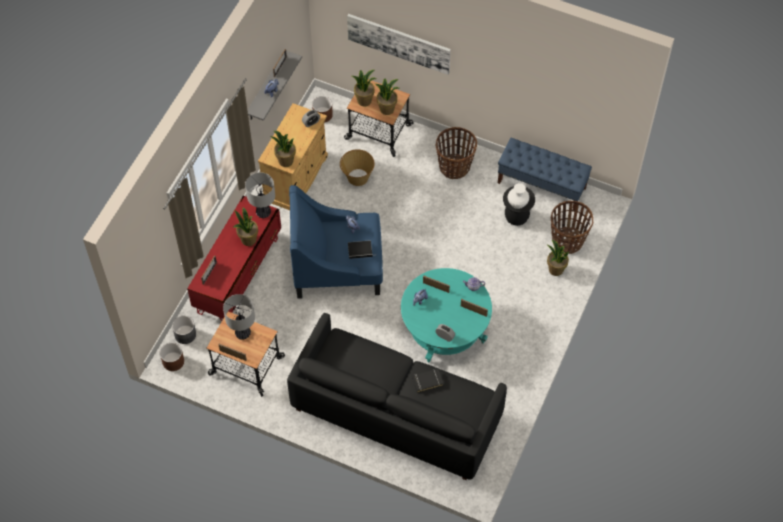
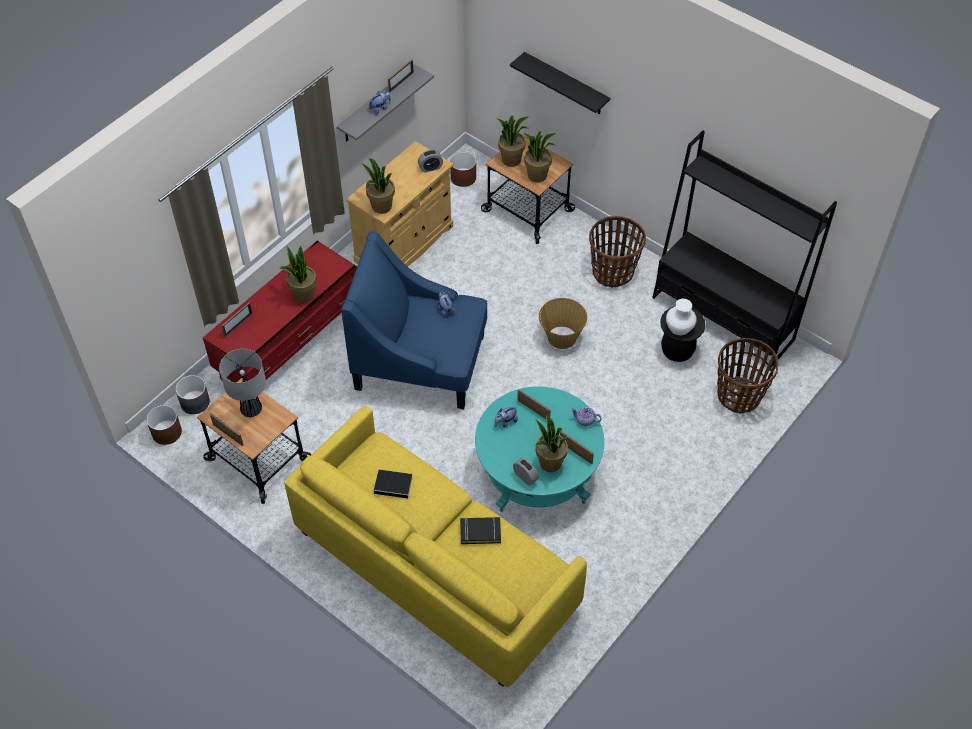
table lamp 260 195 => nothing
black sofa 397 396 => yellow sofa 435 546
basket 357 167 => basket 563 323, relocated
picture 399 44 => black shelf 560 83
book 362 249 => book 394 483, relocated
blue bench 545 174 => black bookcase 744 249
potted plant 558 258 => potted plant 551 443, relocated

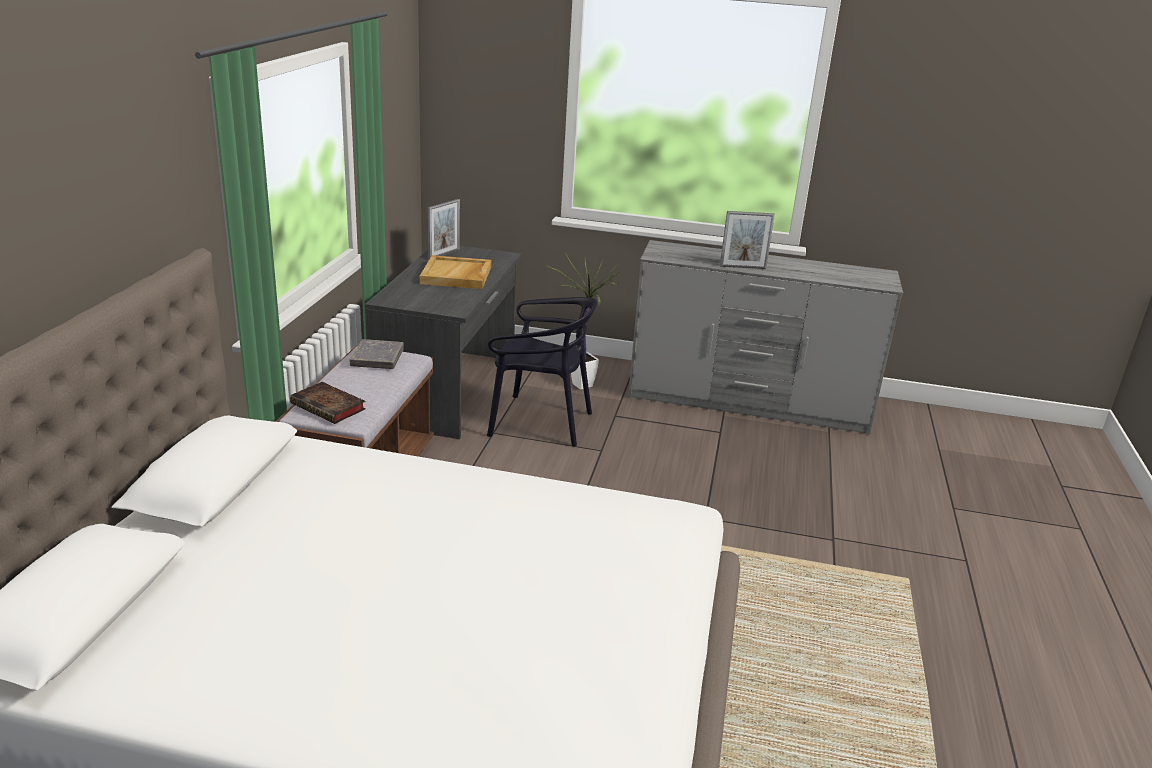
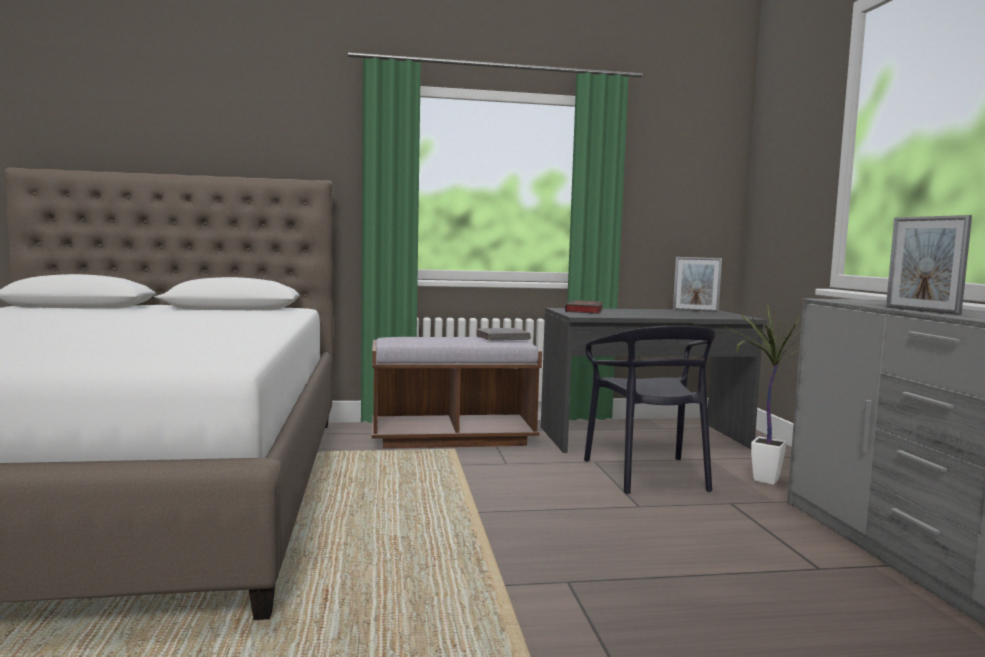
book 328 403 => book 584 307, relocated
beige tray 455 272 => nothing

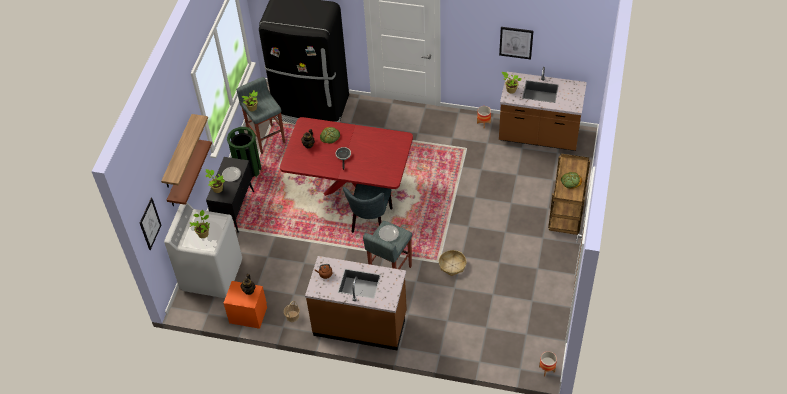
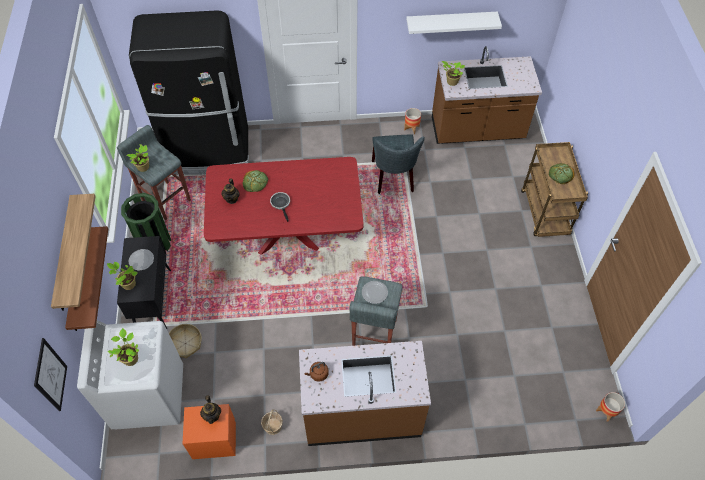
grey chair 368 208 => grey chair 398 164, relocated
basket 452 263 => basket 185 341, relocated
picture 516 43 => white shelf 454 23

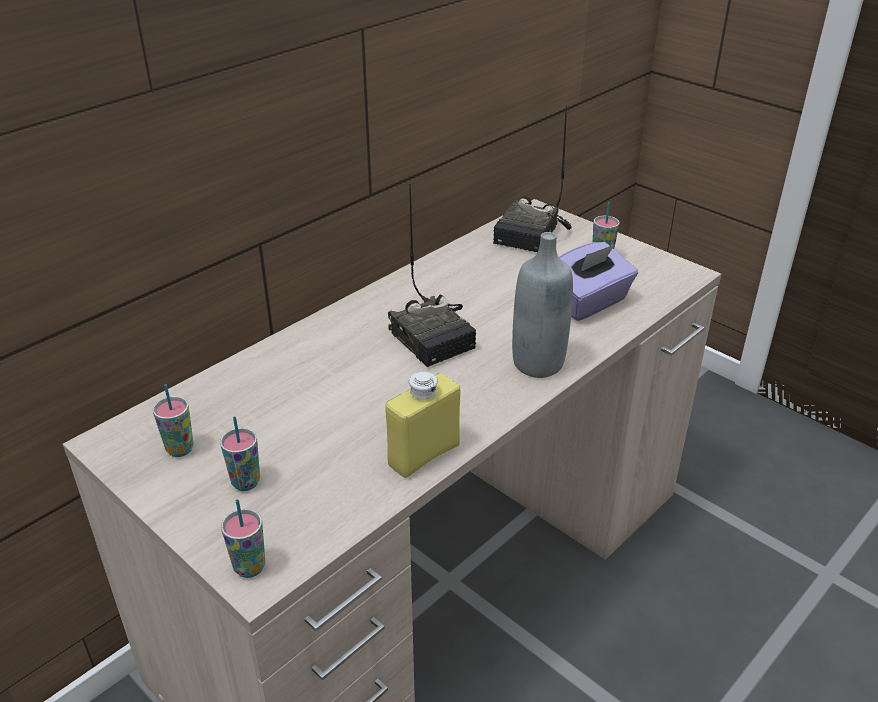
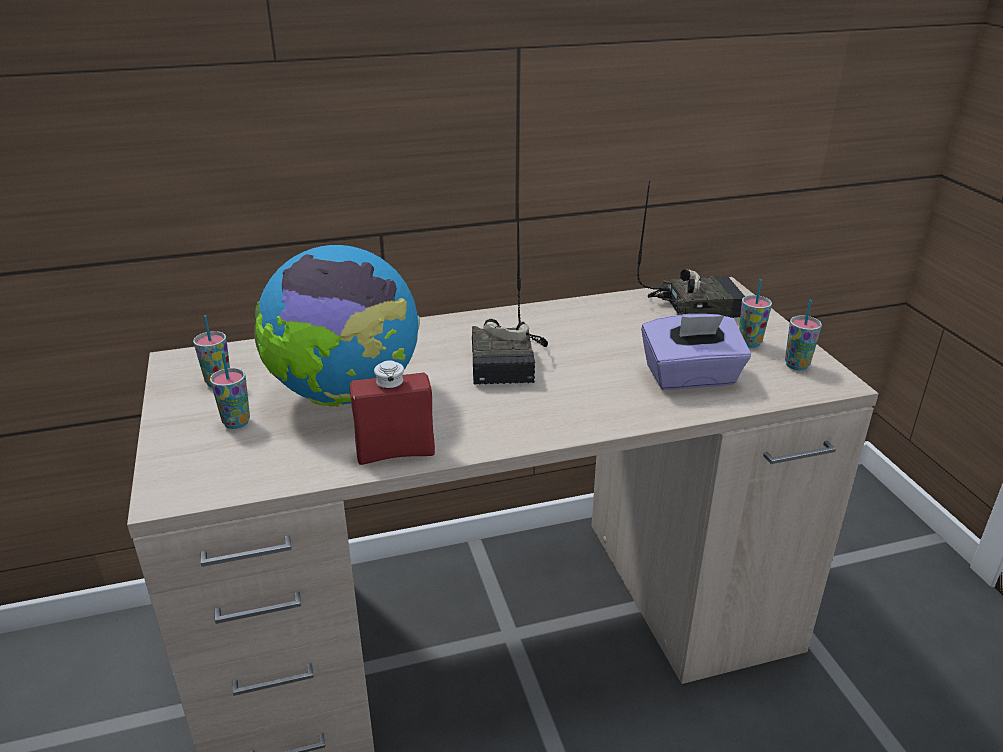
cup 243 538 => cup 803 335, relocated
yellow bottle 422 425 => red bottle 392 412
radio 532 178 => radio 691 249, 150 degrees counterclockwise
grey bottle 542 305 => nothing
nothing => globe 337 326

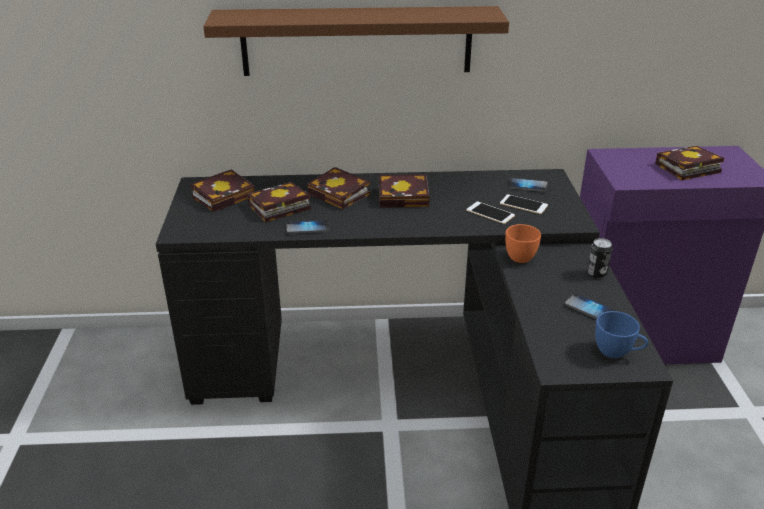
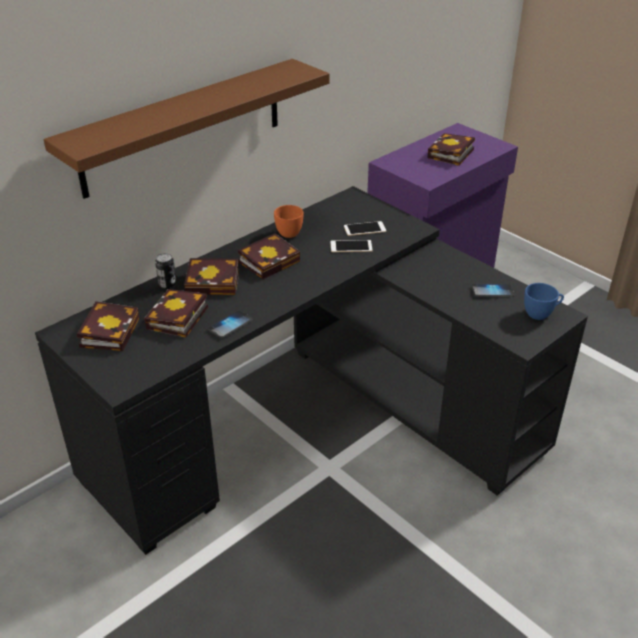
orange cup 523 243 => orange cup 288 221, relocated
phone 527 185 => nothing
can 600 258 => can 165 271, relocated

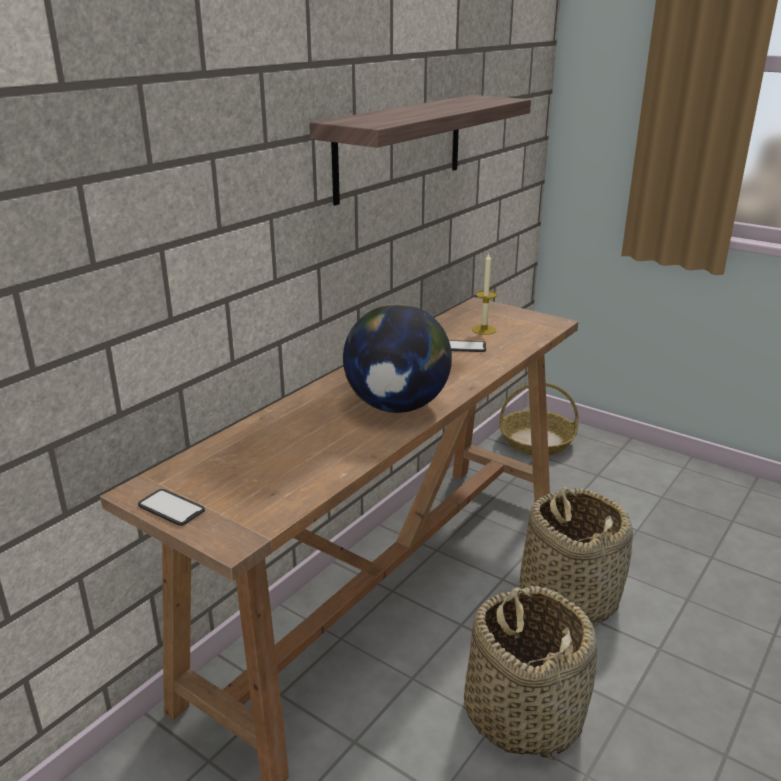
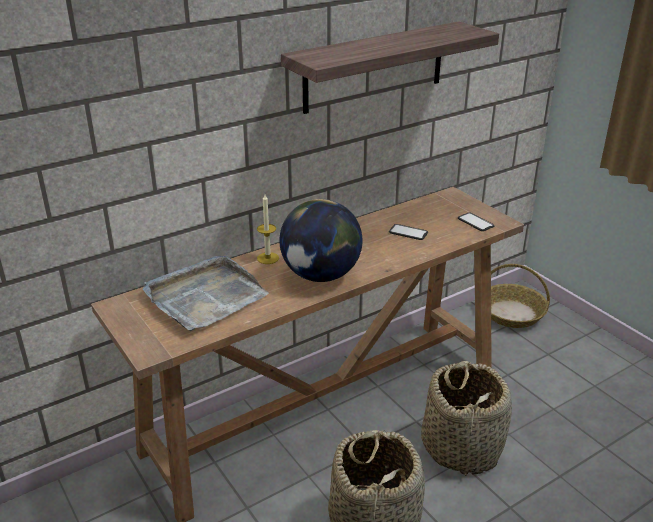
phone 171 507 => phone 476 222, relocated
candle 484 294 => candle 268 229, relocated
nothing => grey tray 206 293

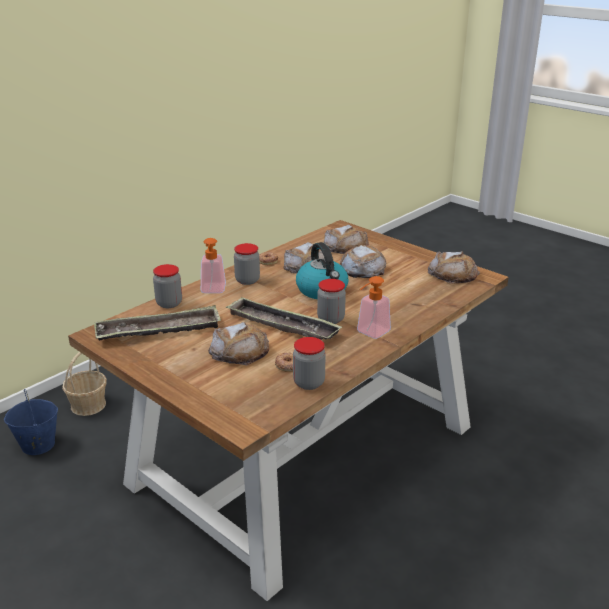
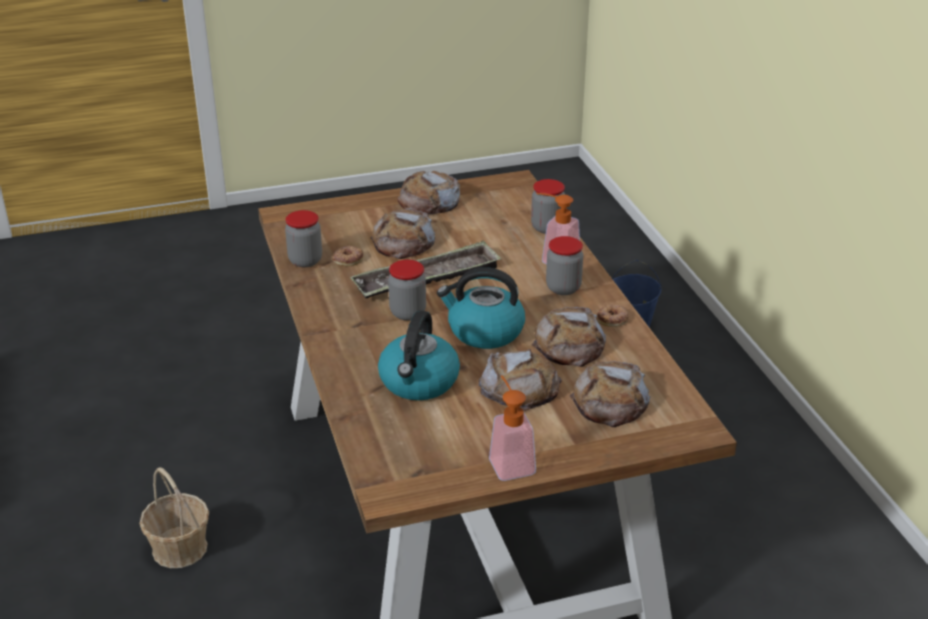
basket 84 384 => basket 174 517, relocated
tray 157 323 => nothing
soap dispenser 374 307 => soap dispenser 512 428, relocated
bread 454 267 => bread 428 192, relocated
nothing => kettle 419 355

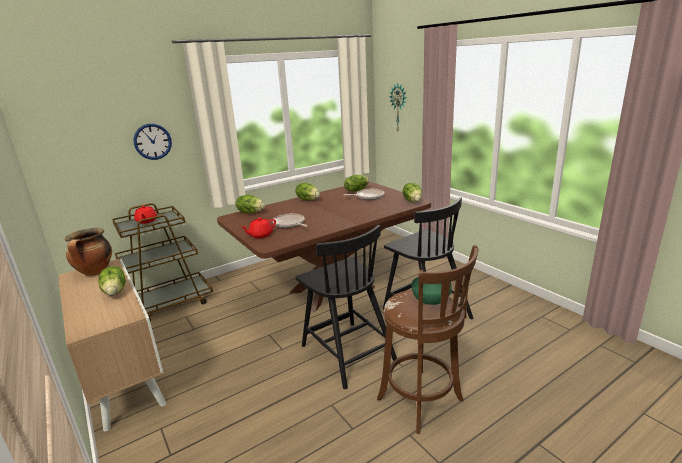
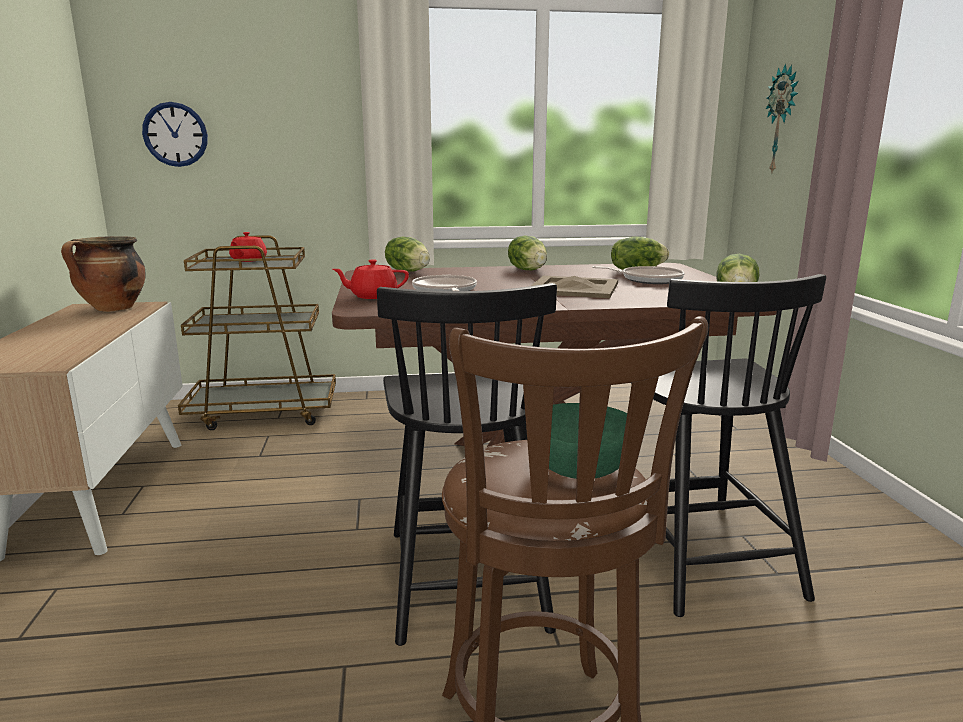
lettuce 112 281 => nothing
wall clock 152 142 => wall clock 175 134, relocated
nothing => beige tray 574 287

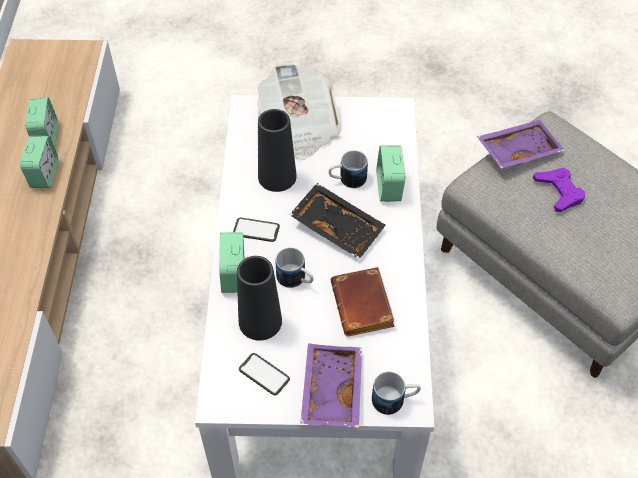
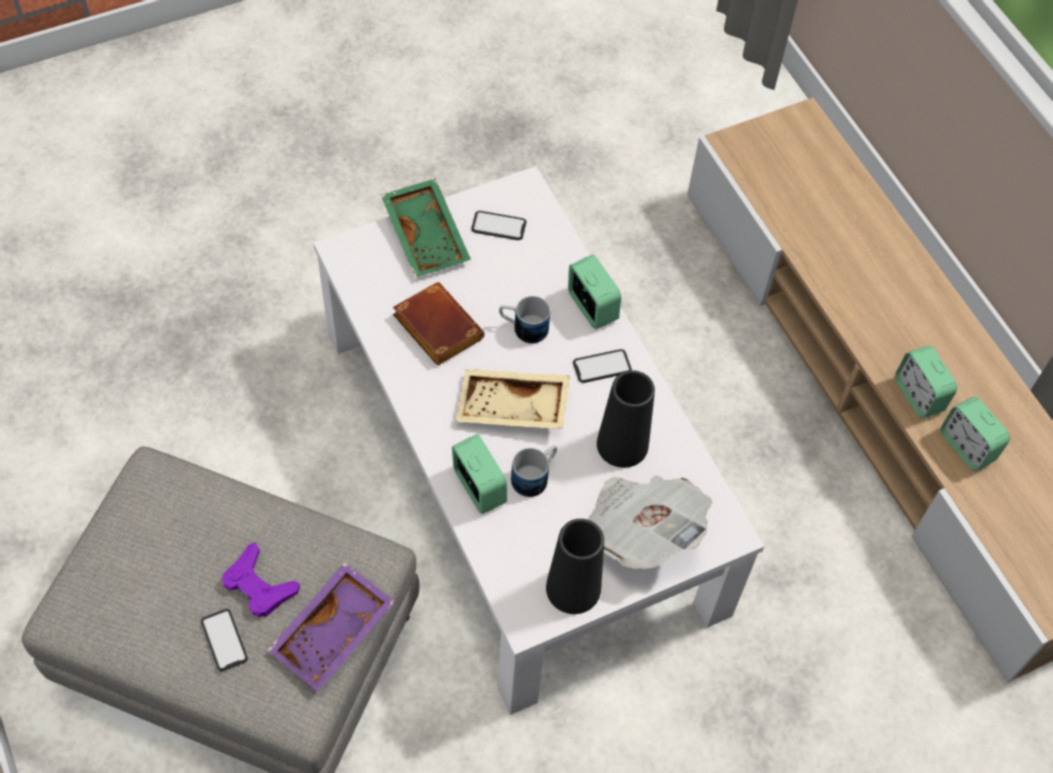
black vase 259 298 => black vase 575 566, relocated
black tray 338 221 => beige tray 513 399
purple tray 331 385 => green tray 426 228
mug 396 393 => nothing
nothing => phone 224 640

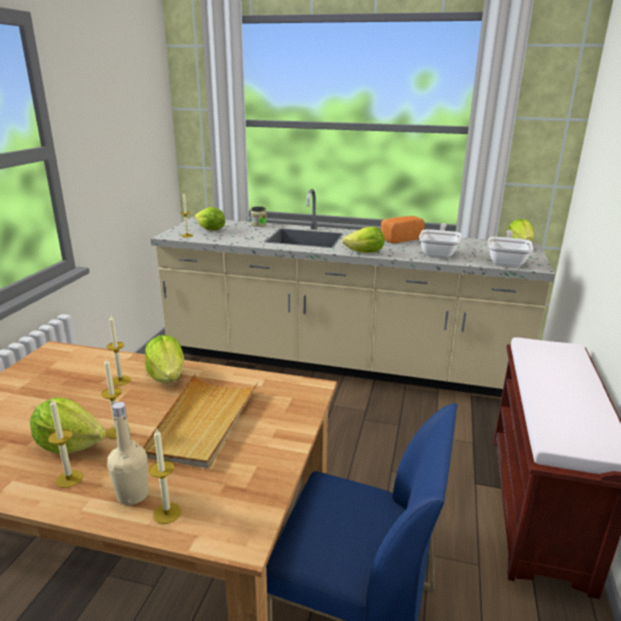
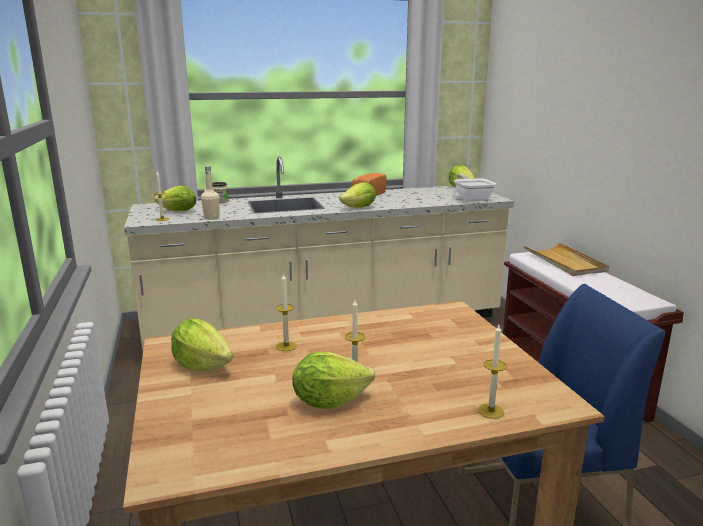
candle 65 443 => nothing
beige bottle 127 453 => beige bottle 210 193, relocated
beige tray 200 421 => beige tray 566 259, relocated
lettuce 164 359 => lettuce 202 345, relocated
frying pan 440 240 => nothing

